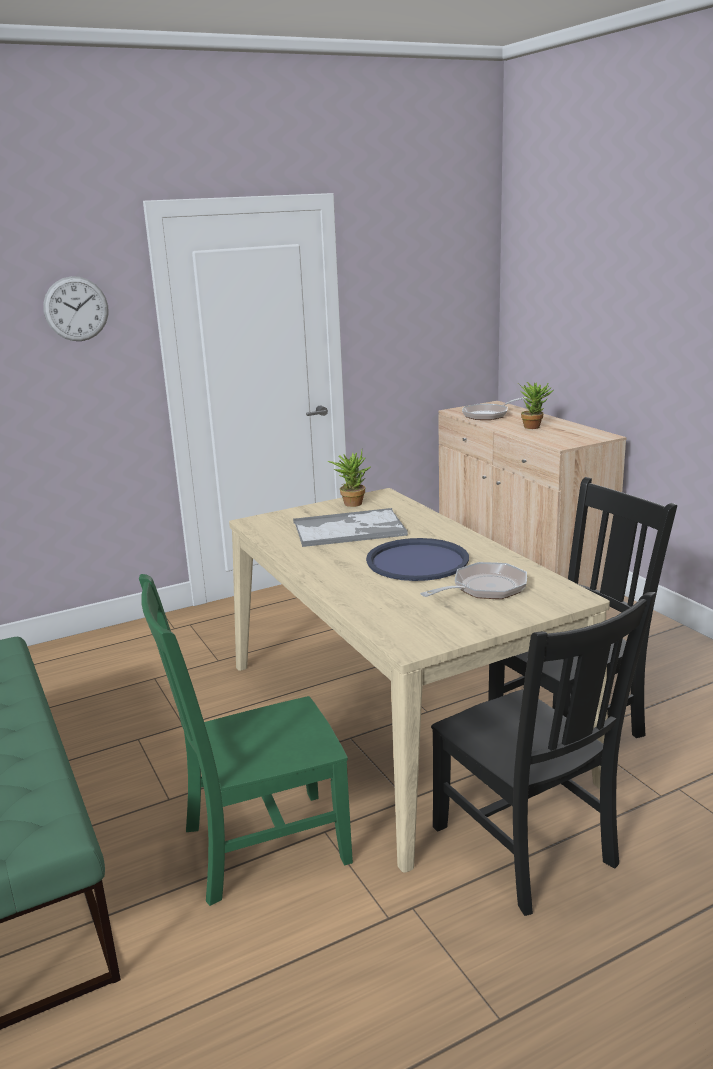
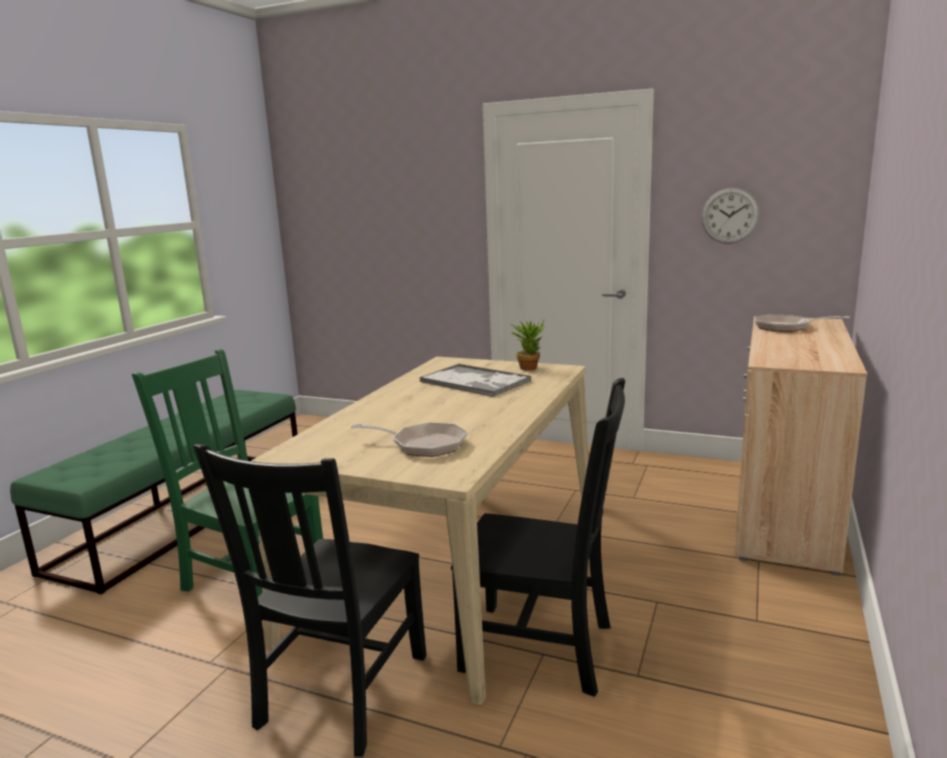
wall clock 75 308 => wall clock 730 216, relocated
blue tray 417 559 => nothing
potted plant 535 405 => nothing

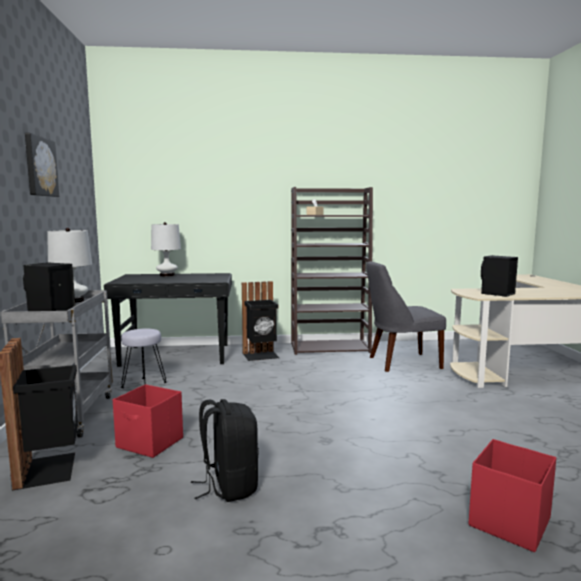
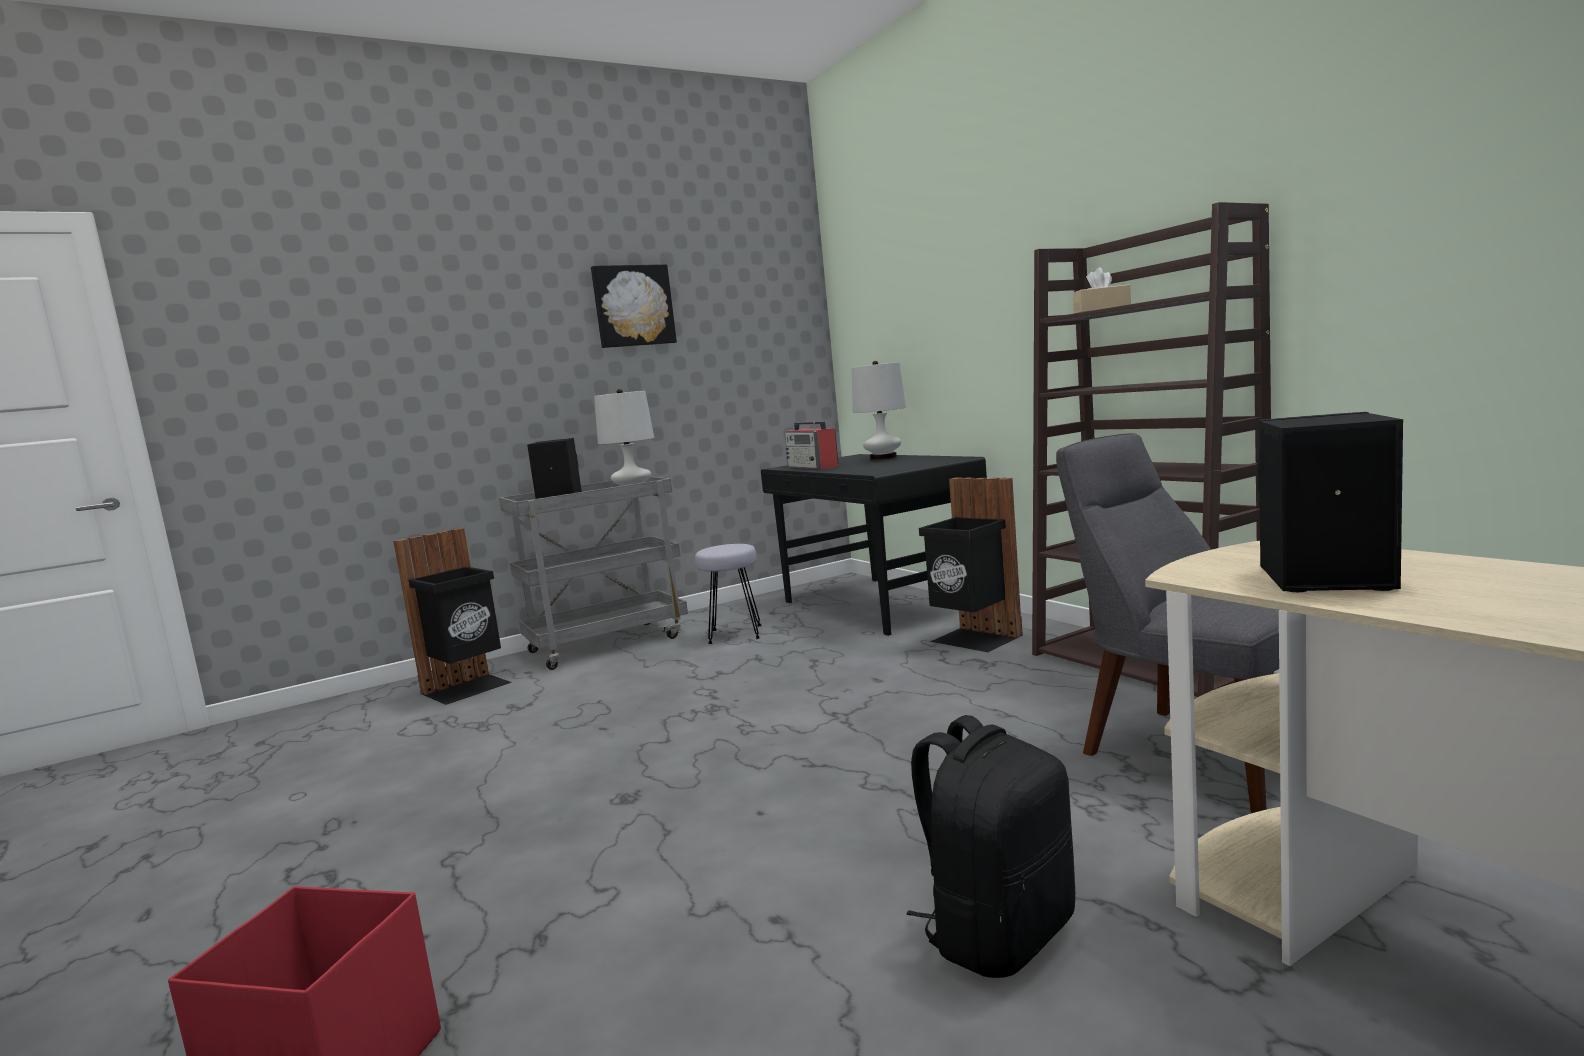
red storage box 148 421 => nothing
black backpack 225 450 => black backpack 990 846, relocated
nothing => radio 812 444

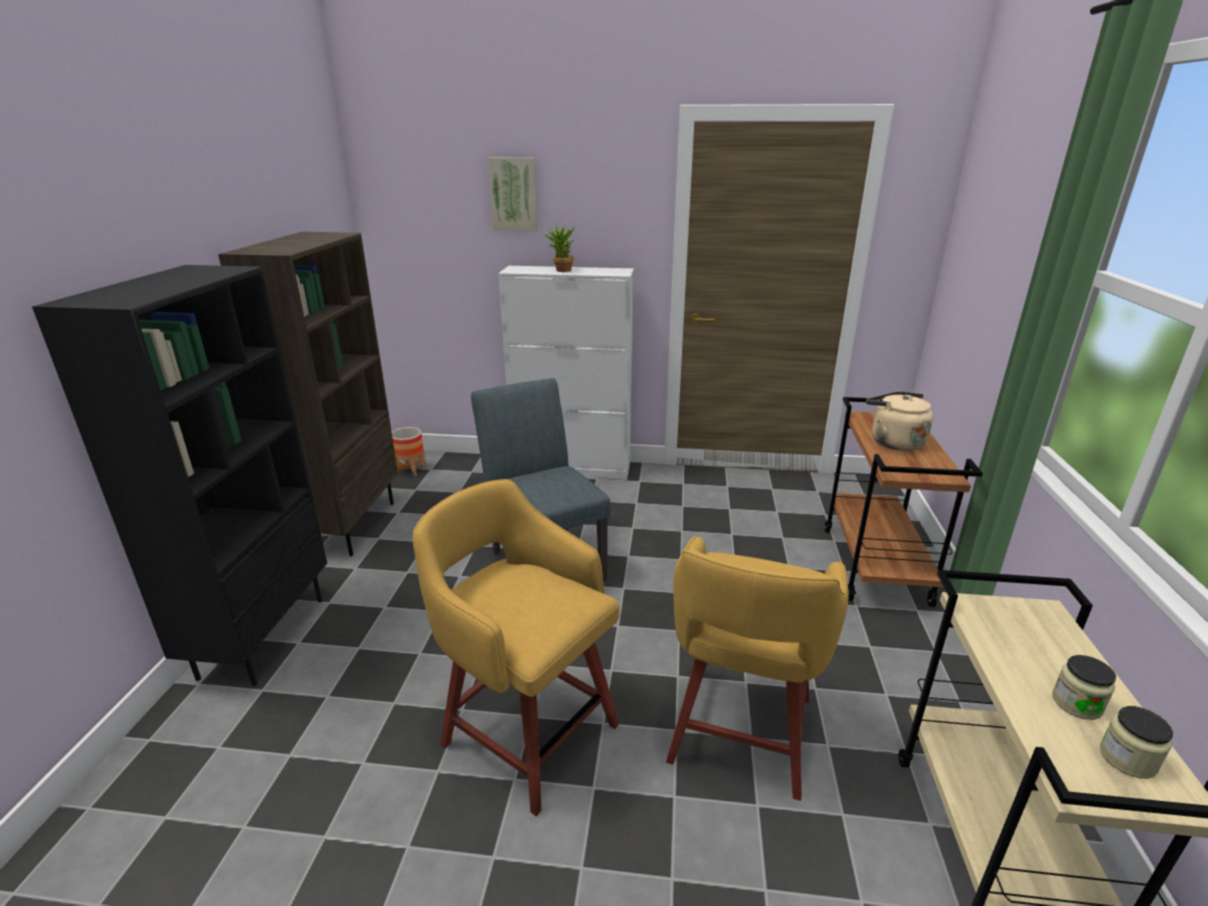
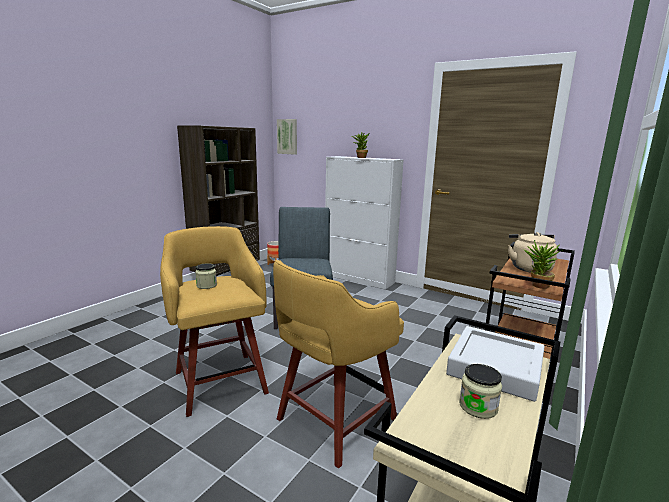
black bookcase 179 475 => nothing
picture 513 194 => picture 287 137, relocated
jar 1136 742 => jar 206 276, relocated
nothing => grey tray 495 364
nothing => potted plant 543 264

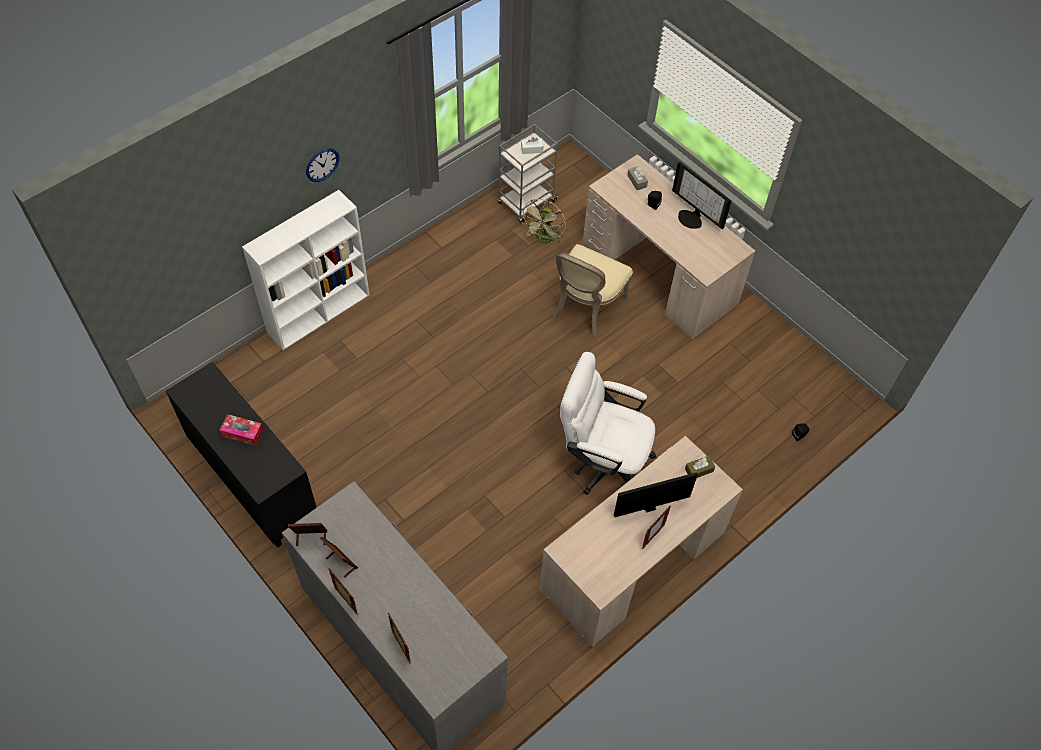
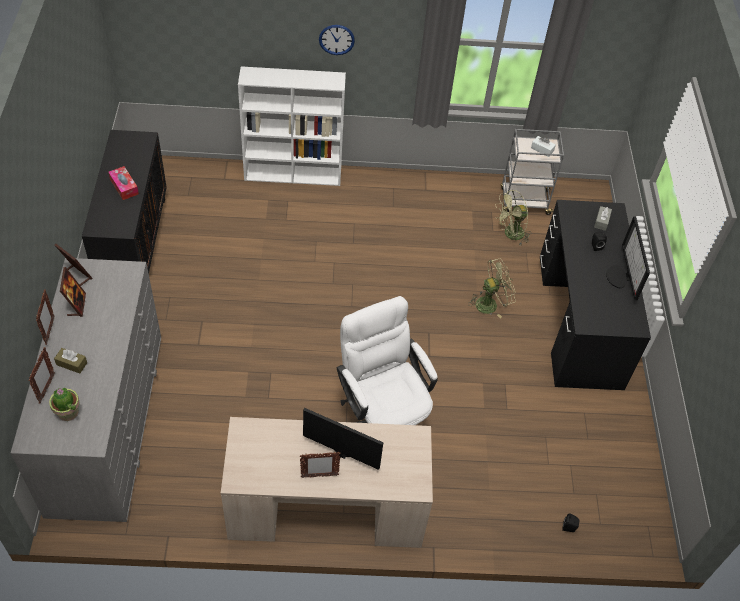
beige chair 593 290 => green fan 492 288
beige desk 669 246 => black desk 595 295
brown tissue box 700 467 => brown tissue box 70 360, relocated
nothing => potted plant 64 404

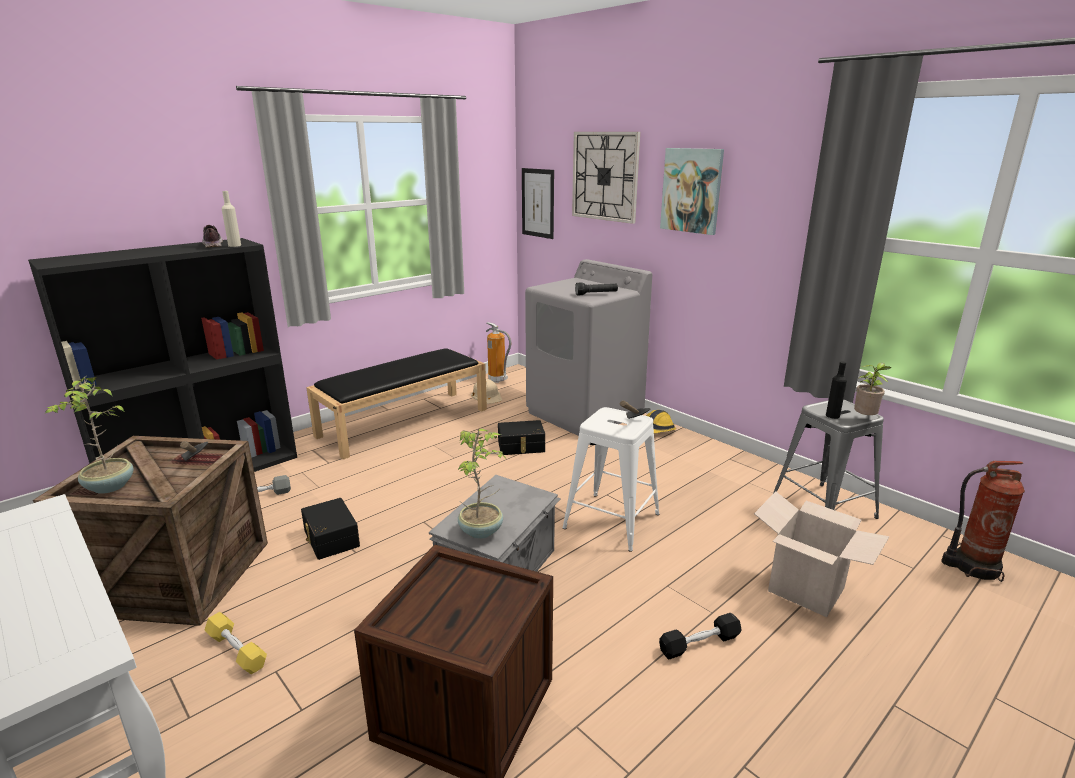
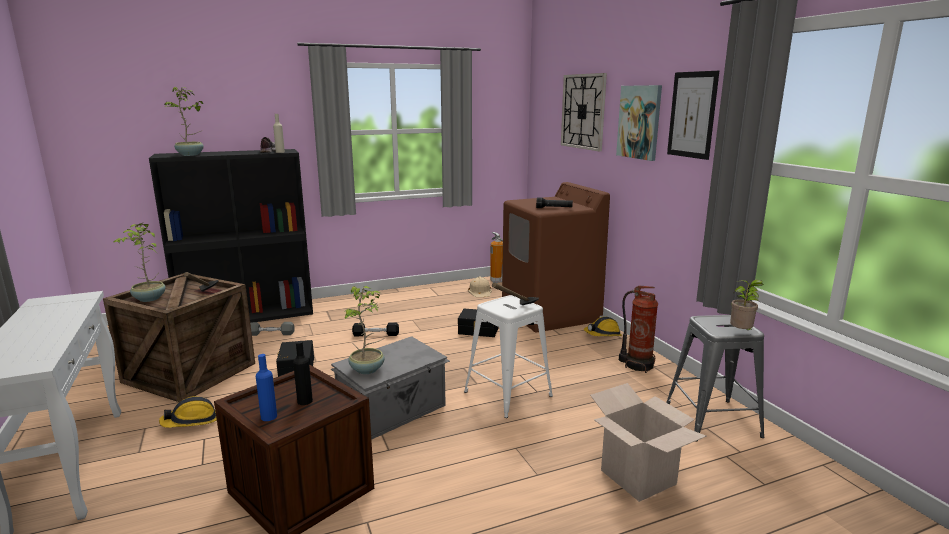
yellow dumbbell 236 643 => hard hat 188 412
black bench 396 404 => nothing
picture 538 203 => picture 693 115, relocated
grey washing machine 588 347 => brown washing machine 556 257
black dumbbell 700 636 => black dumbbell 375 329, relocated
black bottle 836 390 => black bottle 303 373, relocated
fire extinguisher 983 521 => fire extinguisher 638 329, relocated
nothing => potted plant 184 121
nothing => blue bottle 266 387

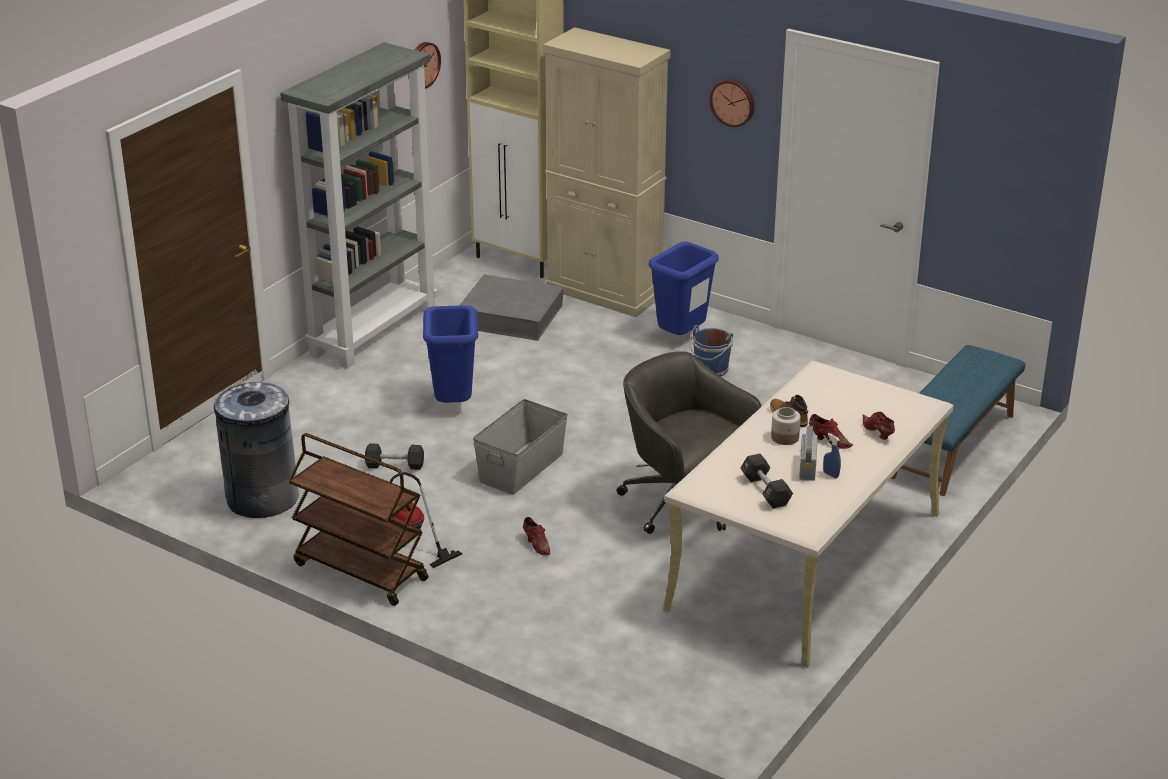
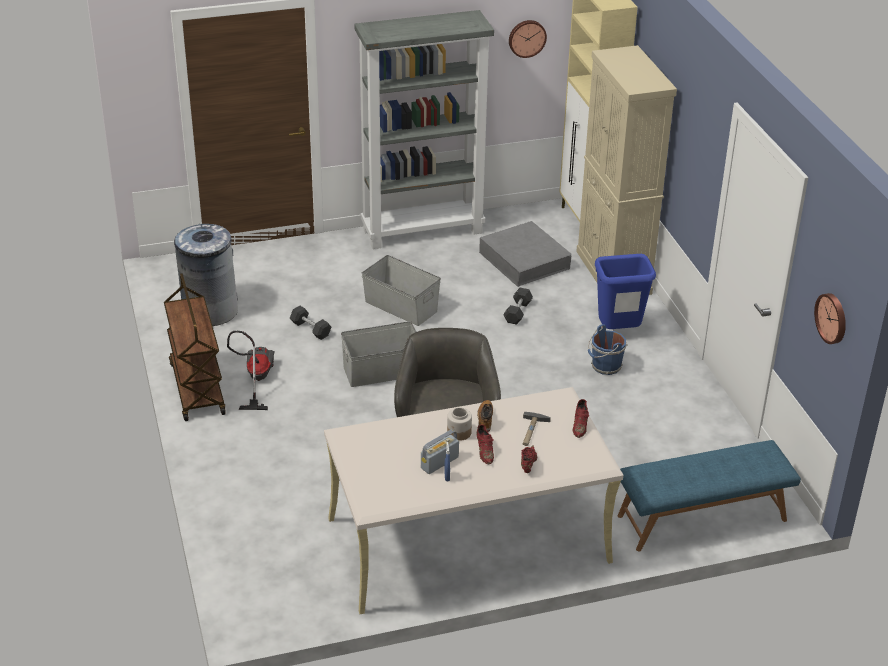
blue trash can 450 354 => grey storage box 401 290
red shoe 536 536 => red shoe 581 418, relocated
wall clock 732 103 => wall clock 830 318, relocated
black dumbbell 767 480 => black dumbbell 518 306, relocated
nothing => hammer 537 429

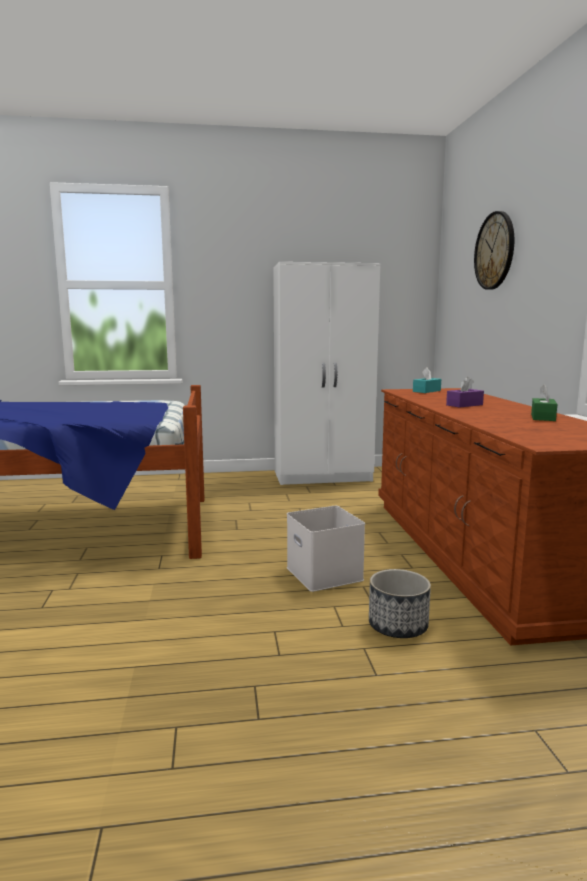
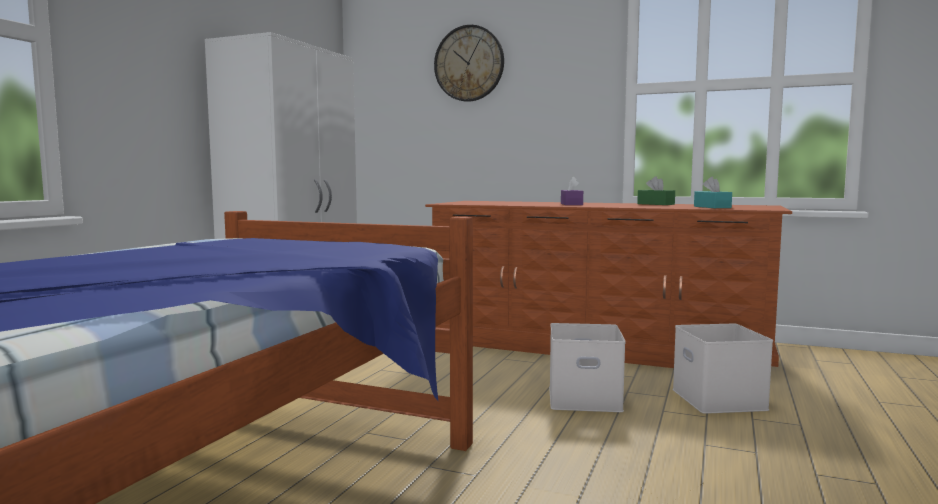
planter 400 603 => white storage box 722 369
turquoise tissue box 427 380 => turquoise tissue box 713 192, relocated

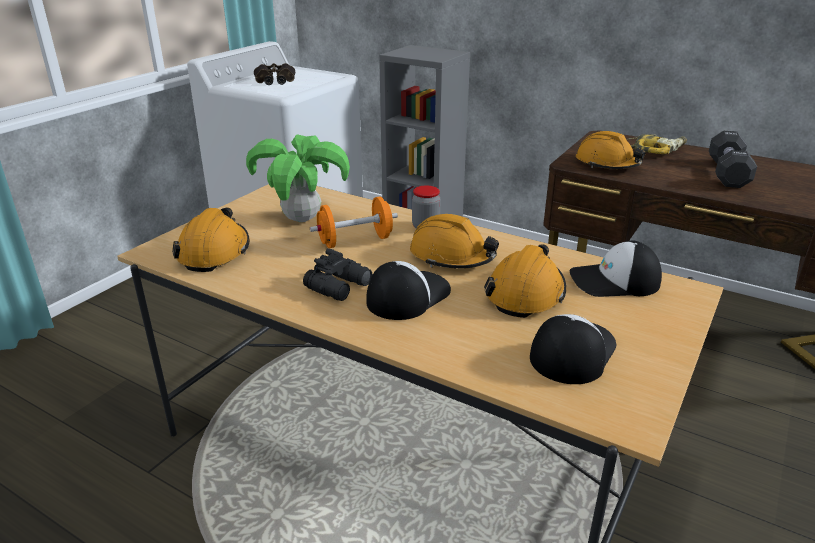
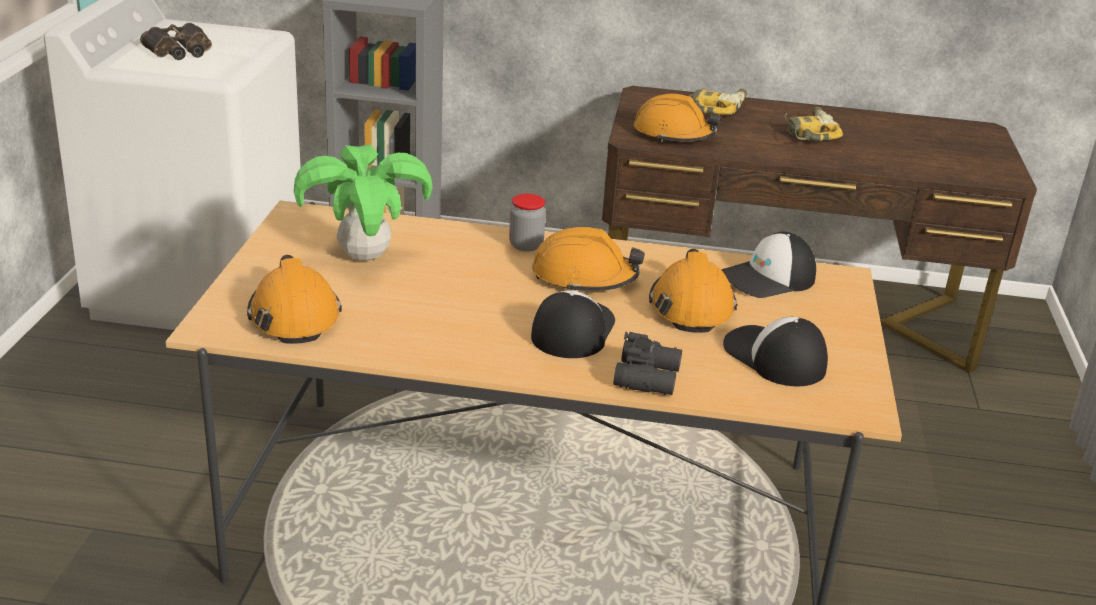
black binoculars 337 274 => black binoculars 648 363, relocated
orange dumbbell 354 222 => nothing
cap 573 349 => cap 775 351, 45 degrees counterclockwise
black dumbbell 733 159 => power drill 814 124

